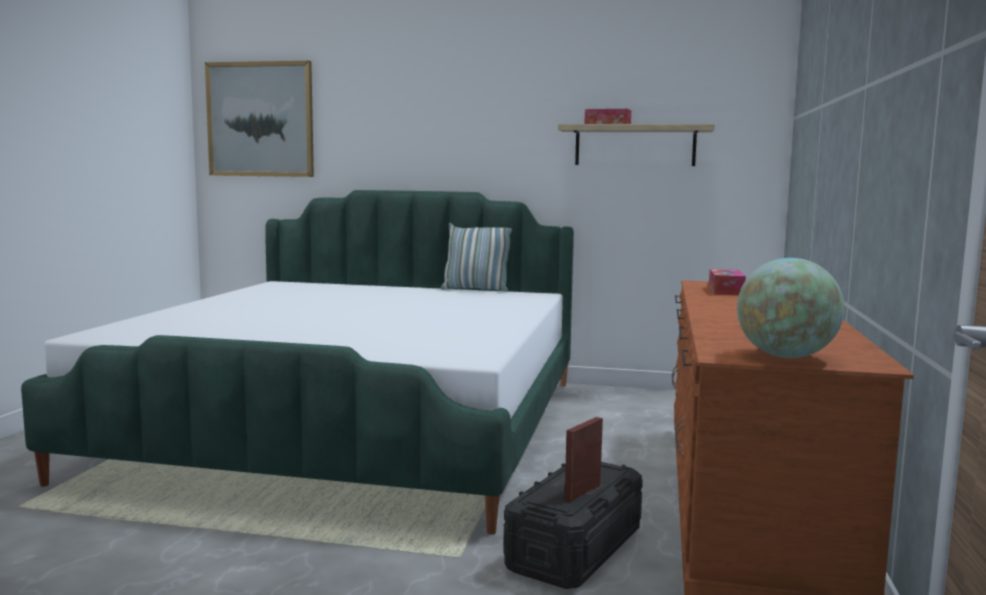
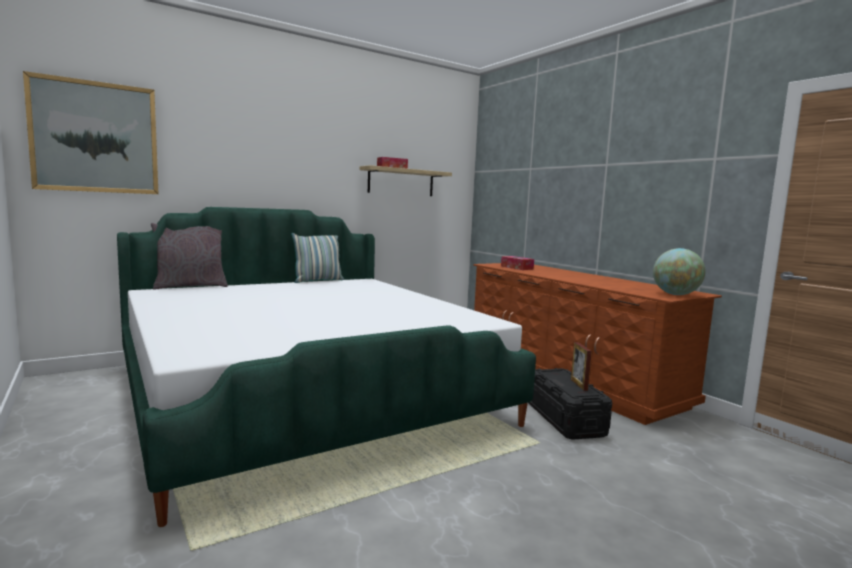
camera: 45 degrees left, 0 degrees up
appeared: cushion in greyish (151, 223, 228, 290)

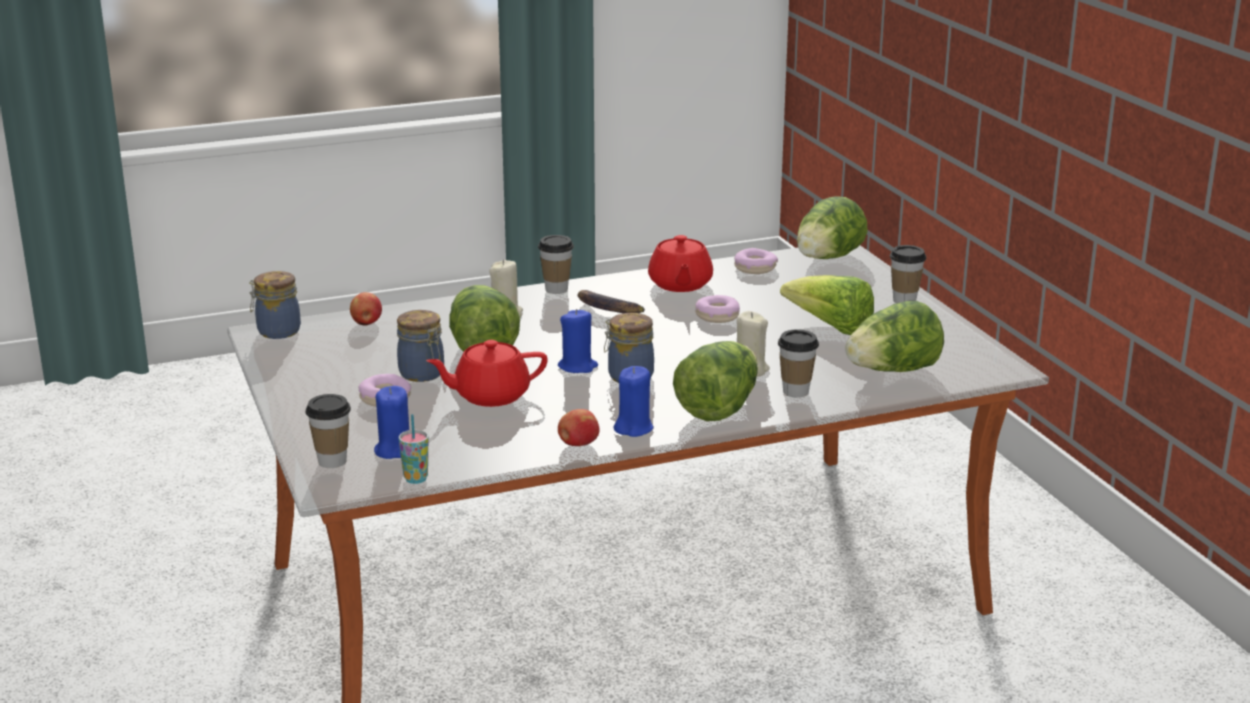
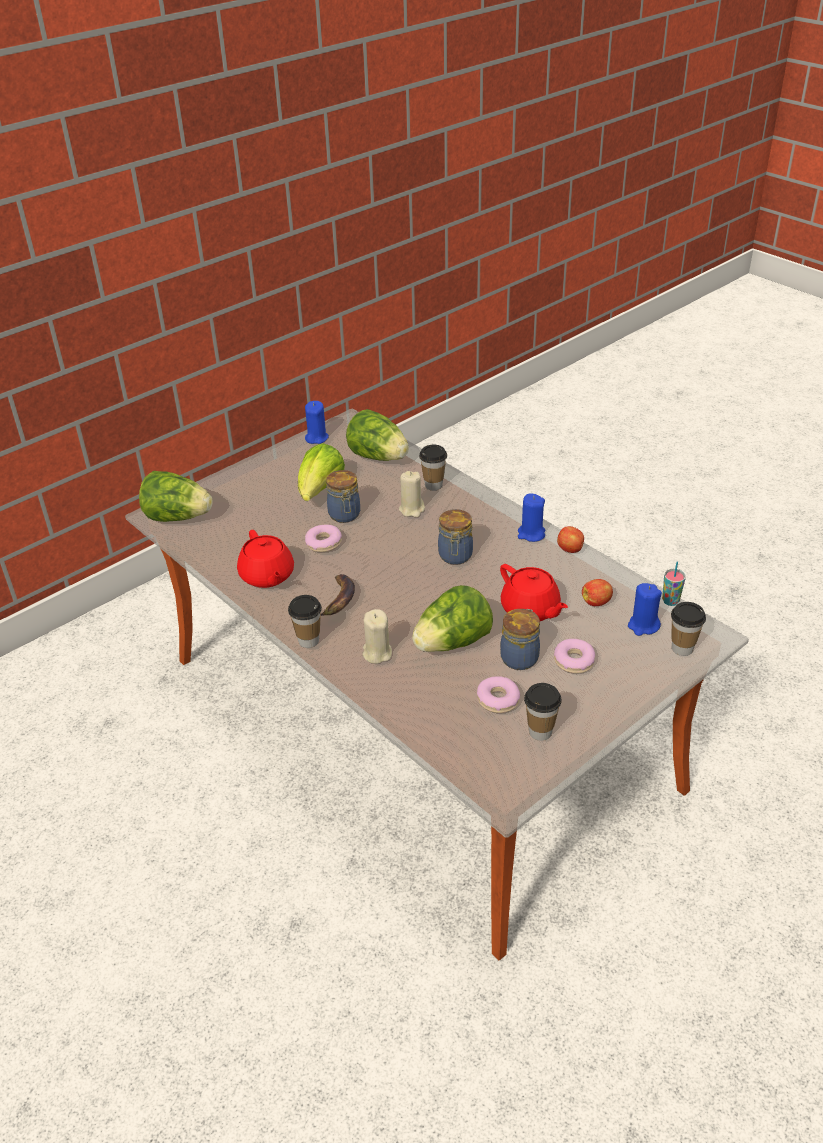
camera: 110 degrees left, 15 degrees up
missing: lettuce head (673, 341, 758, 421)
relocated: small cup (890, 245, 926, 303) to (524, 683, 562, 741); ring doughnut (734, 248, 778, 274) to (477, 676, 520, 713); storage jar (249, 271, 301, 339) to (326, 470, 360, 523); apple fruit (350, 292, 382, 325) to (582, 579, 613, 606); candle in blue-coloured (558, 309, 598, 373) to (305, 401, 329, 444)
spun: teapot in red-coloured (648, 235, 713, 292) = (237, 530, 294, 588) 90 degrees clockwise

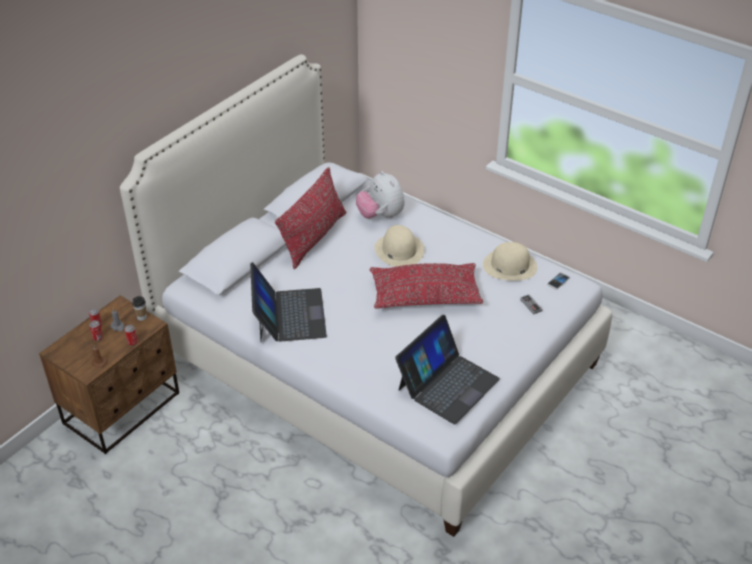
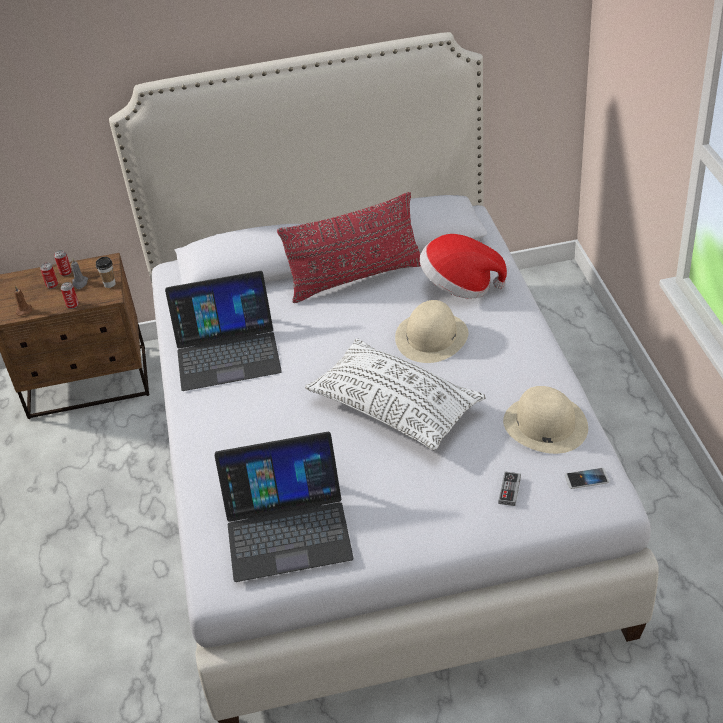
camera: 45 degrees right, 0 degrees up
exchanged: cuddly toy (356, 171, 405, 219) to wearable hat (420, 234, 507, 299)
colour: cushion in red-coloured (370, 263, 483, 309) to cushion in whitish (305, 338, 486, 450)
spun: laptop (250, 262, 327, 343) = (165, 271, 282, 391) 45 degrees clockwise

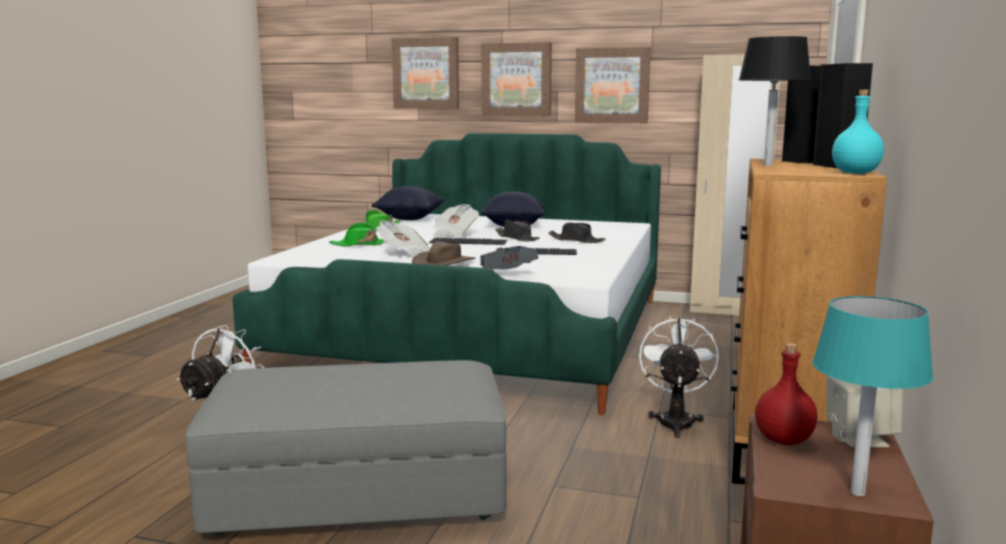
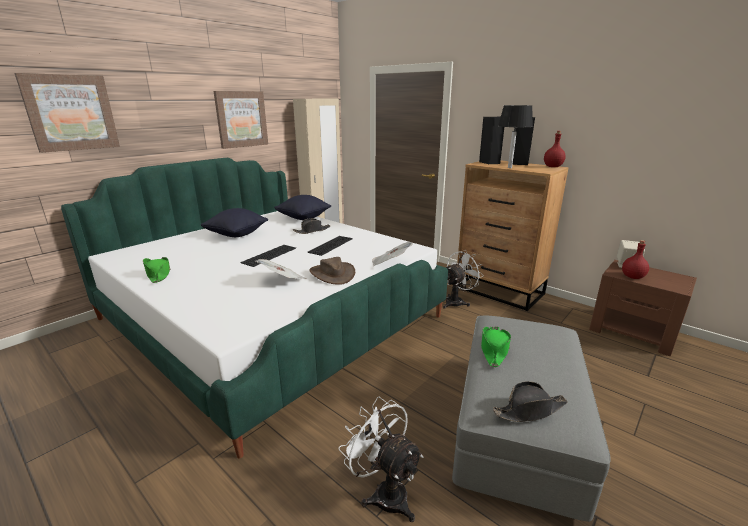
camera: 65 degrees left, 10 degrees up
missing: wall picture (481, 42, 552, 116); newspaper (433, 204, 479, 238); lamp for a table in turquoise (812, 296, 934, 496)
relocated: cushion in black (372, 186, 445, 220) to (274, 195, 331, 220); wearable hat in black (495, 220, 540, 241) to (493, 381, 567, 422); wearable hat in green-coloured (329, 223, 384, 246) to (481, 327, 511, 367)
colour: bottle in turquoise (832, 90, 884, 174) to bottle in red-coloured (544, 131, 566, 167)
spun: fan in whitish (639, 315, 719, 438) = (443, 250, 484, 309) 105 degrees clockwise

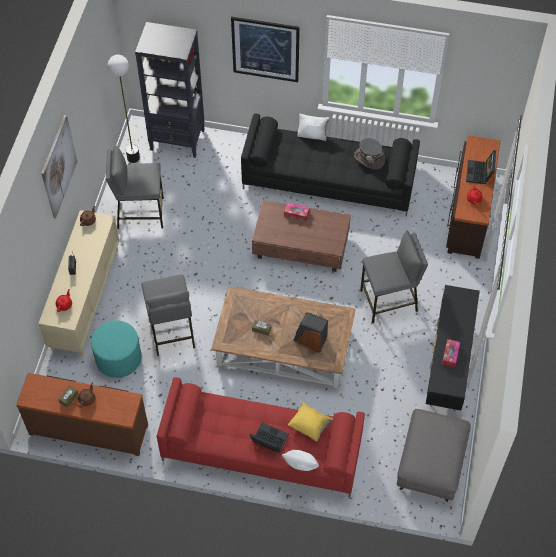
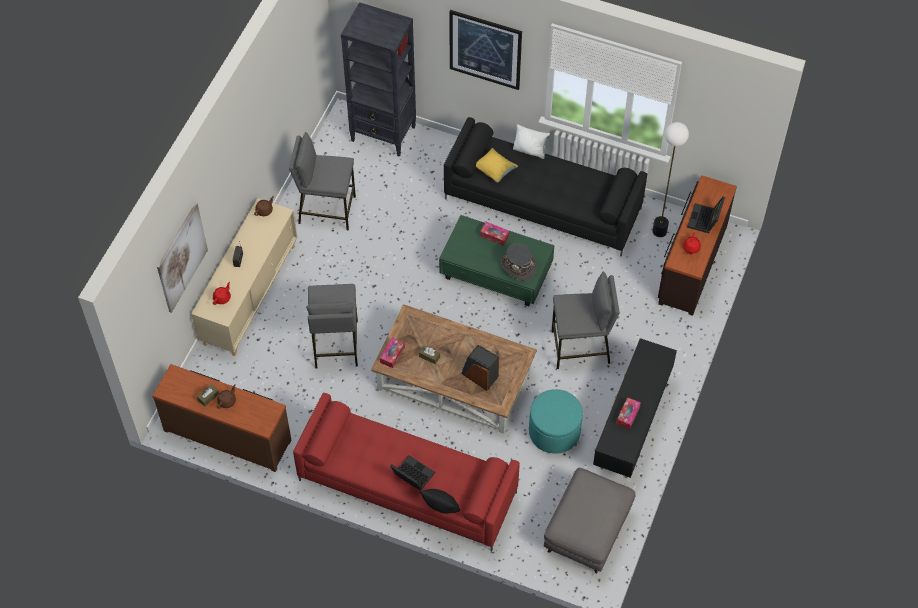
camera: 10 degrees right, 0 degrees up
appeared: box of tissues (380, 337, 405, 368)
relocated: floor lamp (108, 55, 140, 163) to (653, 122, 689, 237); wall picture (41, 115, 77, 218) to (157, 203, 208, 313); wearable hat in greyish (354, 138, 385, 169) to (501, 244, 536, 281); pouffe in turquoise (91, 320, 141, 378) to (529, 389, 583, 454); cushion in yellow (288, 402, 333, 442) to (476, 148, 518, 183)
colour: low table in brownish (252, 200, 351, 272) to low table in green-coloured (439, 215, 554, 306); cushion in whitish (282, 450, 319, 471) to cushion in black (420, 489, 460, 514)

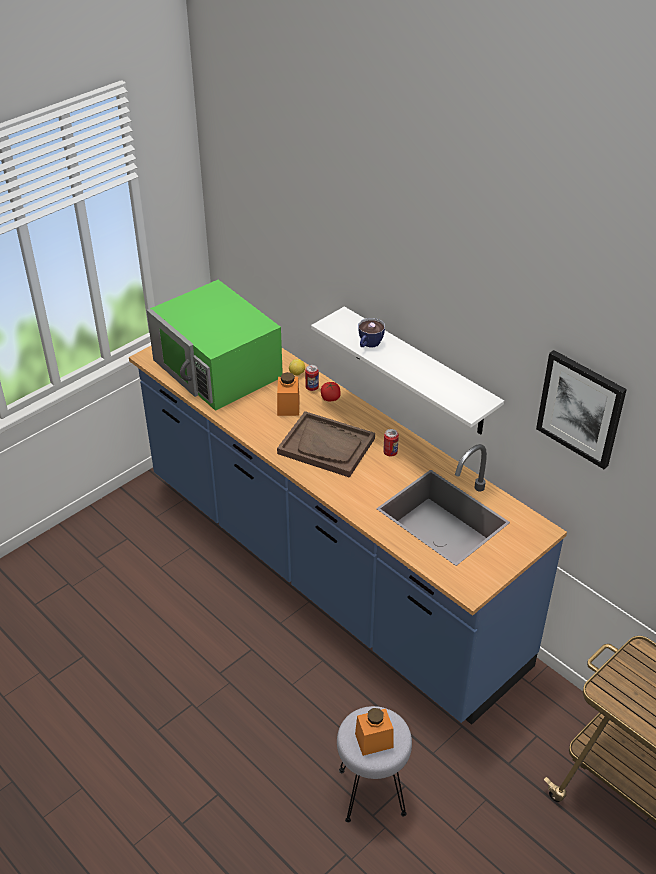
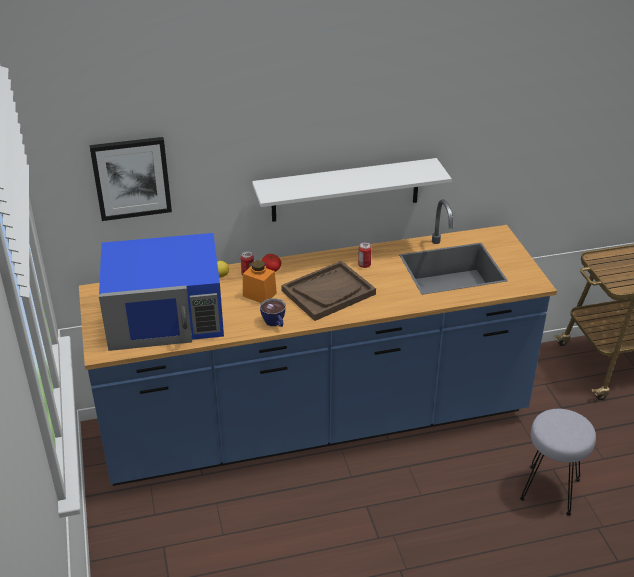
camera: 60 degrees left, 5 degrees down
missing: storage jar in orange (355, 708, 394, 756)
relocated: small cup (358, 318, 385, 347) to (260, 298, 286, 327); wall picture (536, 350, 627, 469) to (90, 137, 172, 221)
colour: kitchen microwave in green-coloured (147, 280, 283, 411) to kitchen microwave in blue-coloured (99, 233, 224, 351)

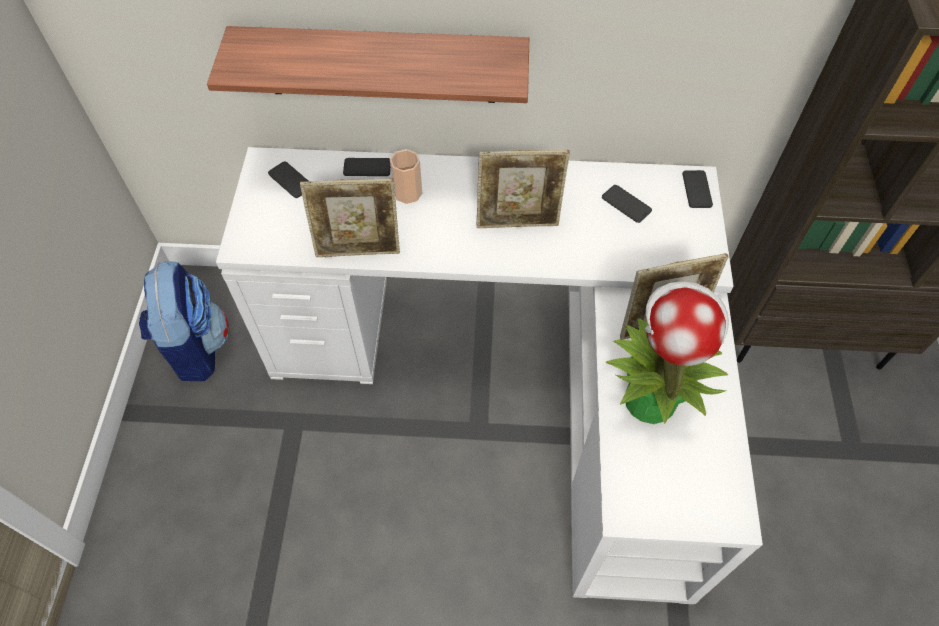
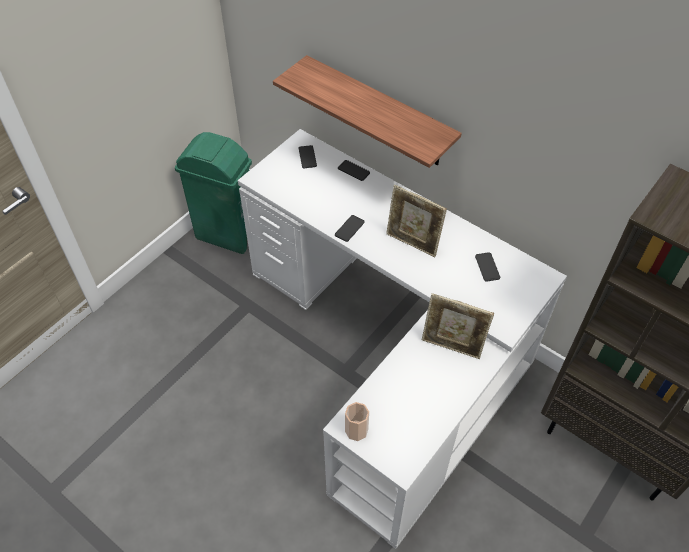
camera: 35 degrees right, 5 degrees down
missing: standing frame (300, 178, 400, 257); potted plant (606, 281, 729, 424)
relocated: small cup (390, 149, 422, 204) to (345, 402, 369, 441); telephone (682, 170, 713, 208) to (335, 215, 365, 242)
exchanged: knapsack (139, 261, 229, 381) to waste bin in green-coloured (175, 132, 252, 254)

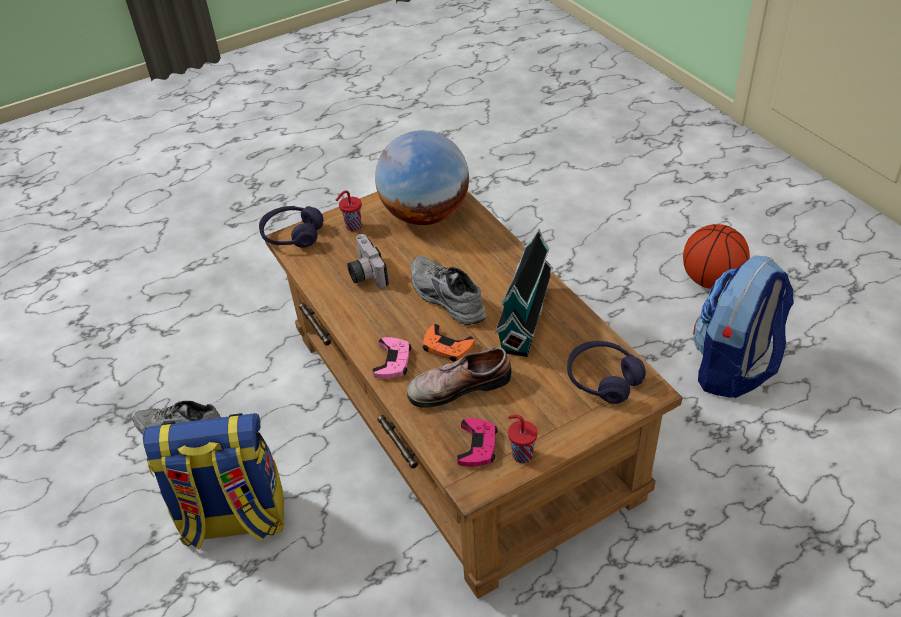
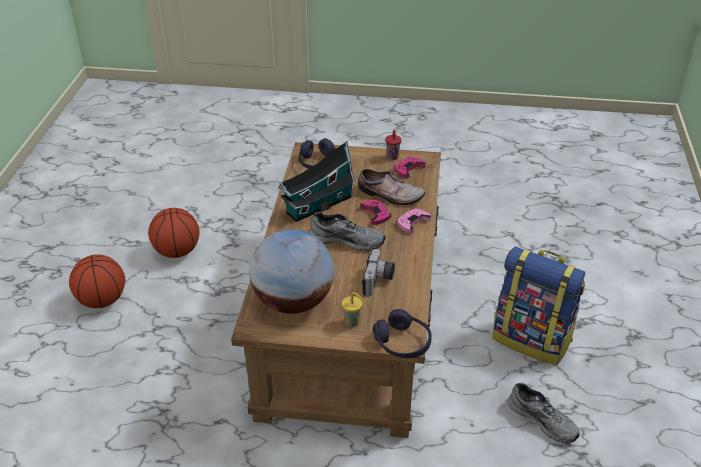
camera: 145 degrees left, 5 degrees down
exchanged: knapsack (693, 255, 794, 398) to basketball ball (148, 208, 199, 258)
colour: small cup in red-coloured (336, 190, 362, 231) to small cup in yellow (342, 292, 364, 327); gamepad in orange (422, 324, 474, 361) to gamepad in pink (360, 200, 391, 225)
spun: shoe in greyish (411, 256, 486, 325) = (309, 212, 386, 251) 75 degrees counterclockwise

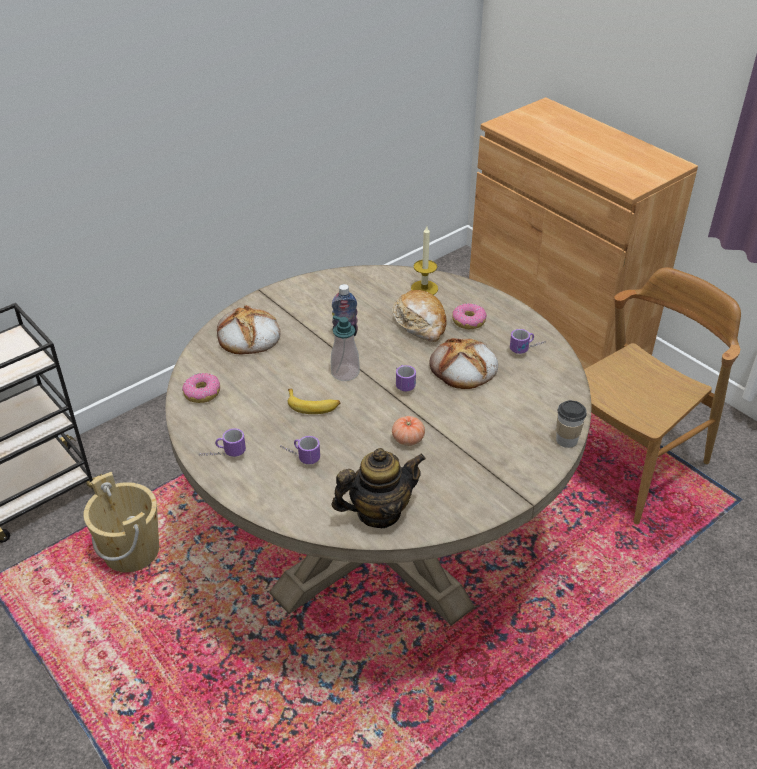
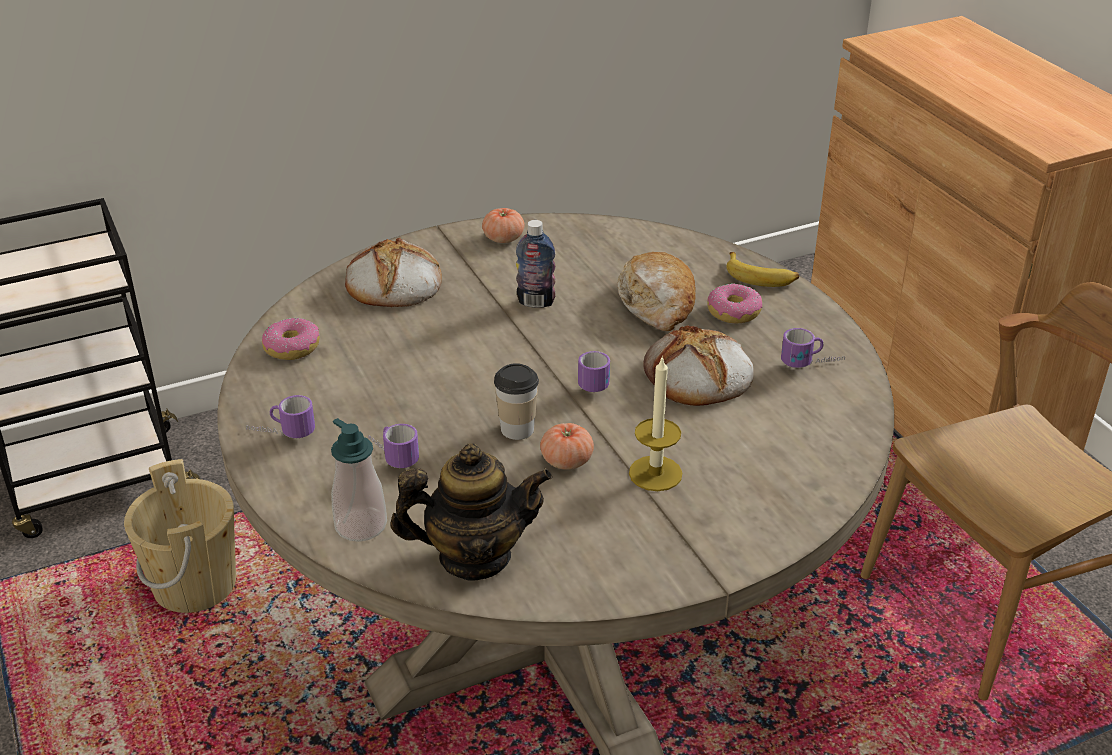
camera: 15 degrees right, 5 degrees down
appeared: whole tomato (482, 208, 524, 243)
relocated: candle (411, 226, 438, 295) to (629, 356, 682, 491); liquid soap bottle (331, 316, 360, 381) to (331, 418, 387, 542); whole banana (288, 389, 340, 414) to (726, 252, 799, 287); small cup (556, 400, 587, 448) to (494, 363, 539, 440)

